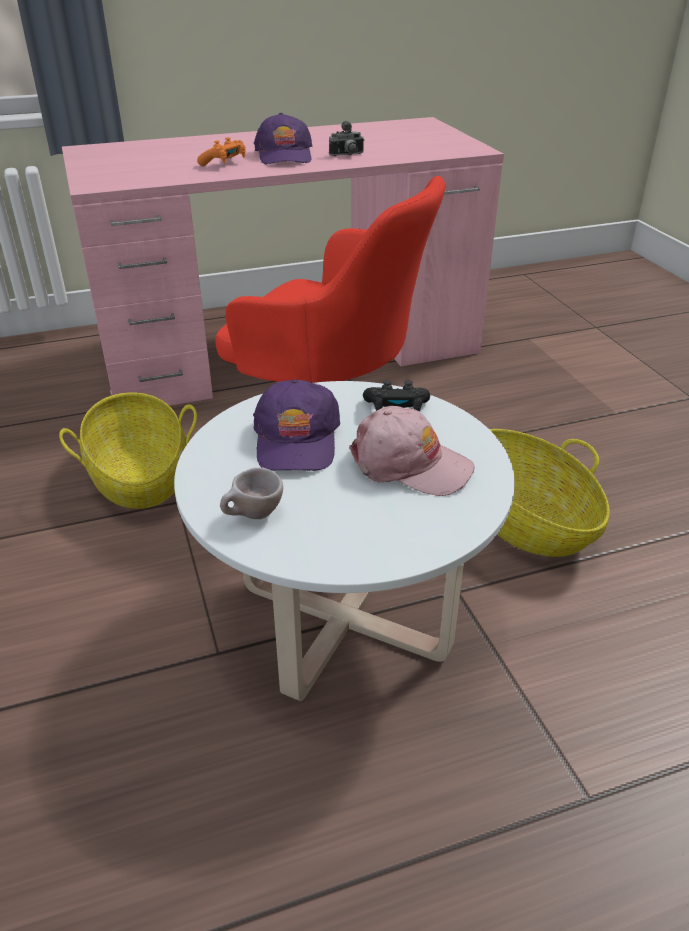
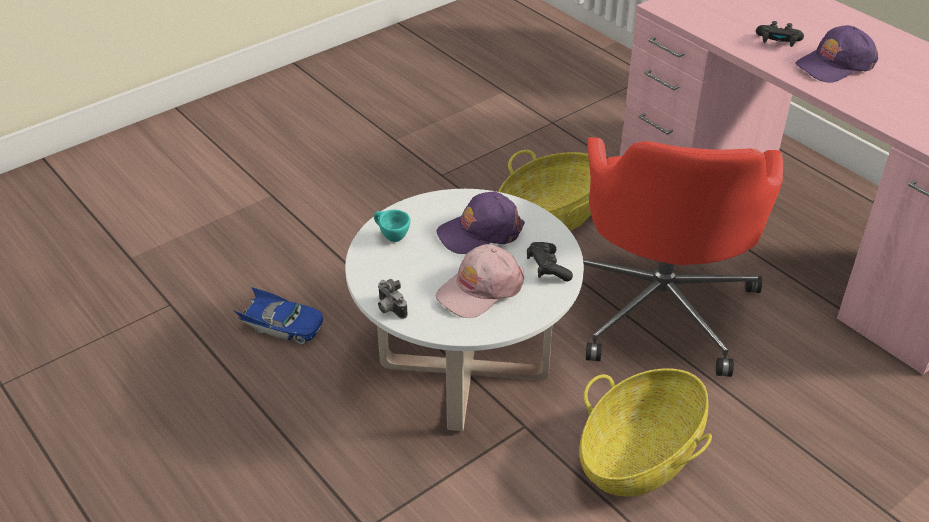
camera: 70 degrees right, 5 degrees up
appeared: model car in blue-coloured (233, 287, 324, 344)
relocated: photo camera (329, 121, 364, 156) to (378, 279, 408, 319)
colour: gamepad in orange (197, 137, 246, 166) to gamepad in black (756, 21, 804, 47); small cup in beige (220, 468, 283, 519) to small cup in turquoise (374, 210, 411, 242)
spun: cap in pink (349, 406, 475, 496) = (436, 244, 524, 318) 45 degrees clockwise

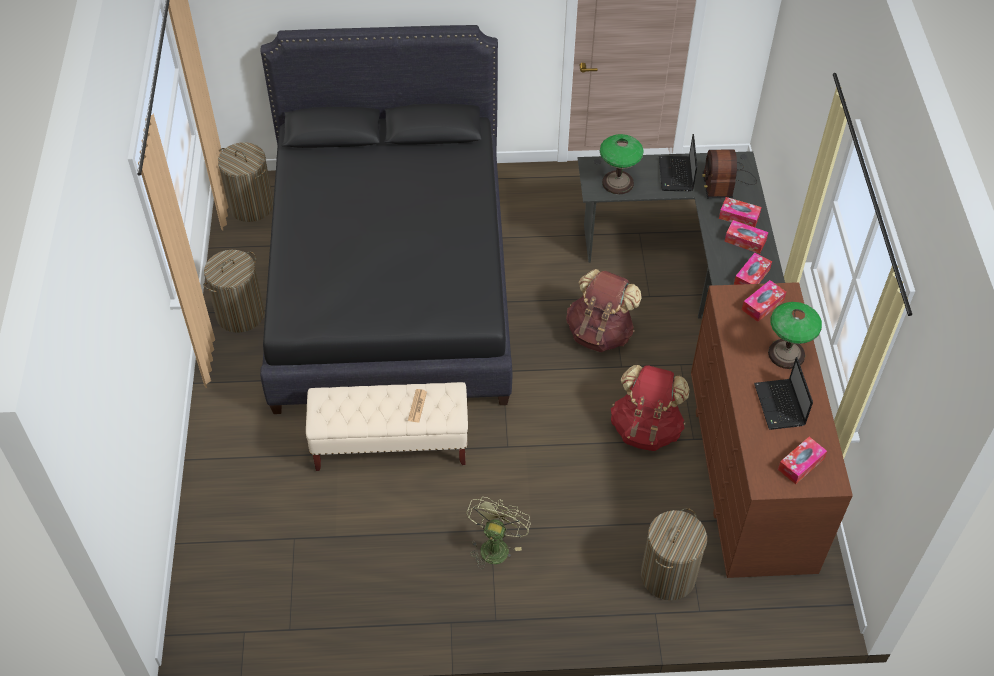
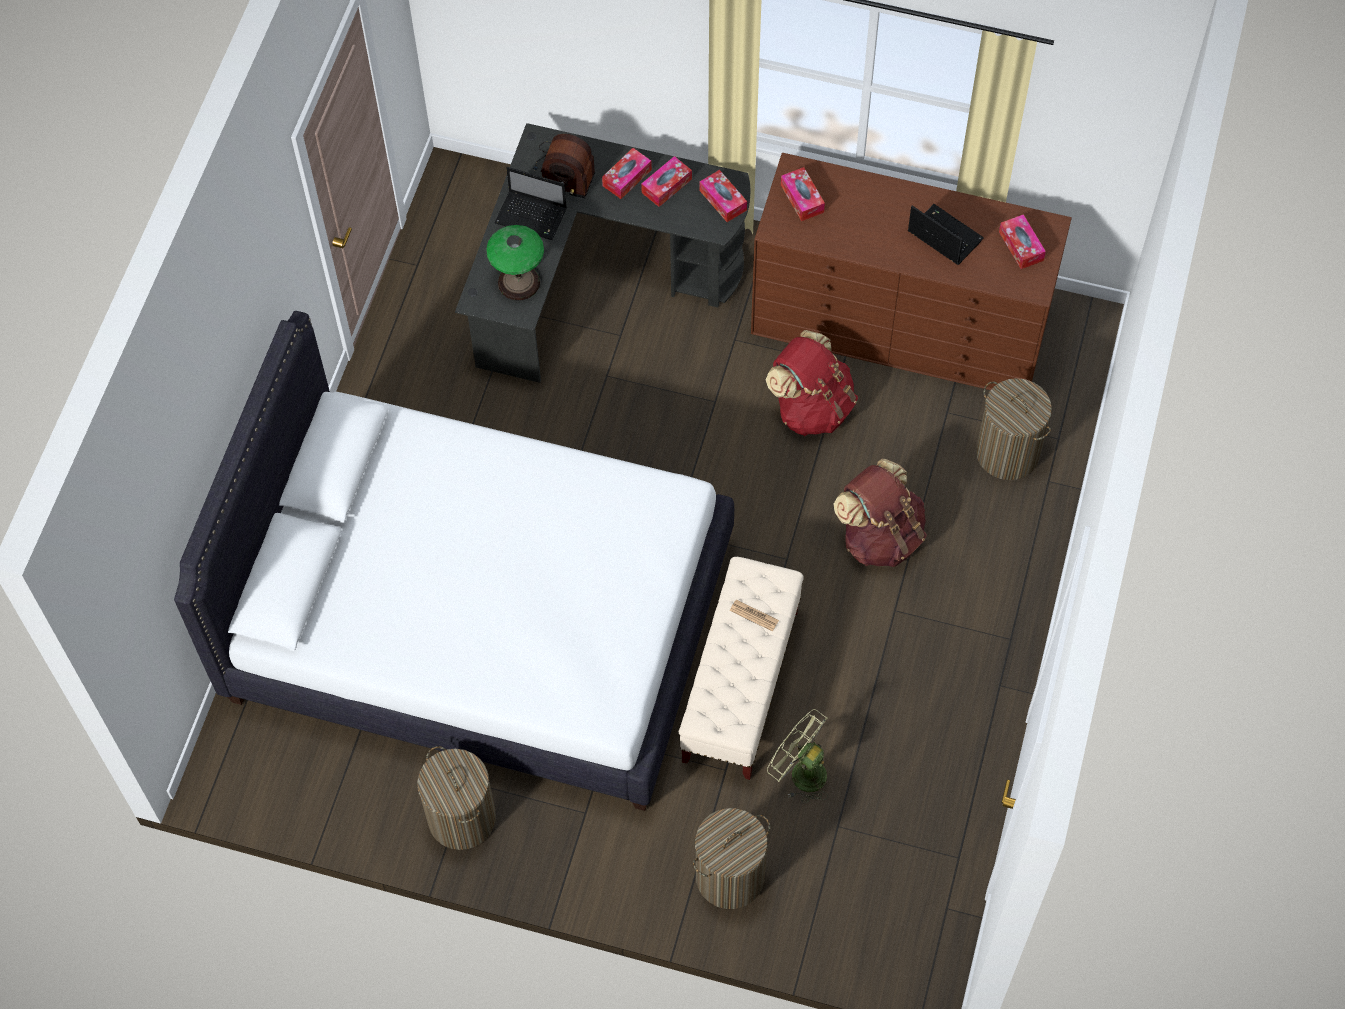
camera: 70 degrees left, 10 degrees up
missing: lamp for a table (768, 302, 822, 369)
relocated: hamper (218, 142, 273, 222) to (693, 808, 770, 909); knapsack in brownish (566, 269, 642, 352) to (834, 459, 927, 567); fan in green-coloured (466, 497, 530, 569) to (767, 709, 828, 804)
colour: bed in black (260, 25, 512, 414) to bed in whitish (174, 311, 734, 811)
spun: laptop (754, 357, 813, 430) = (908, 204, 984, 265) 150 degrees counterclockwise

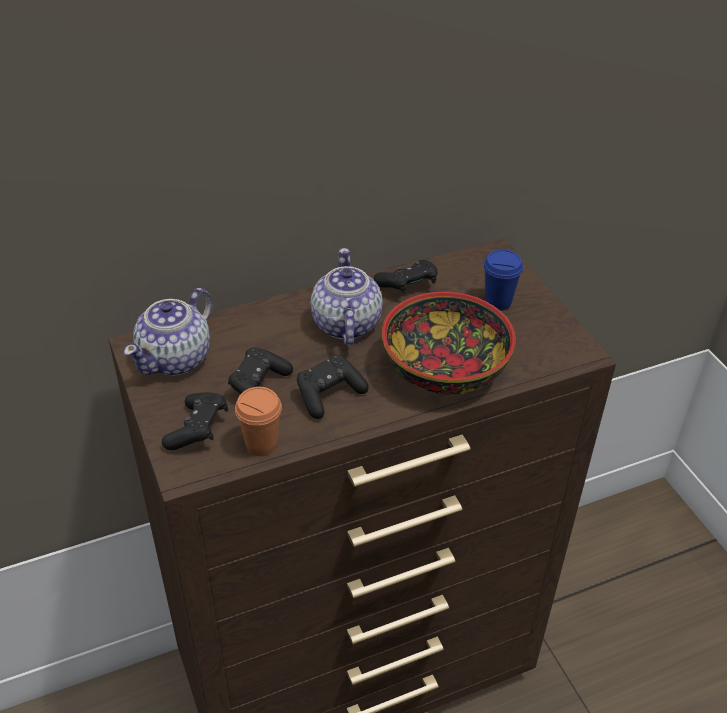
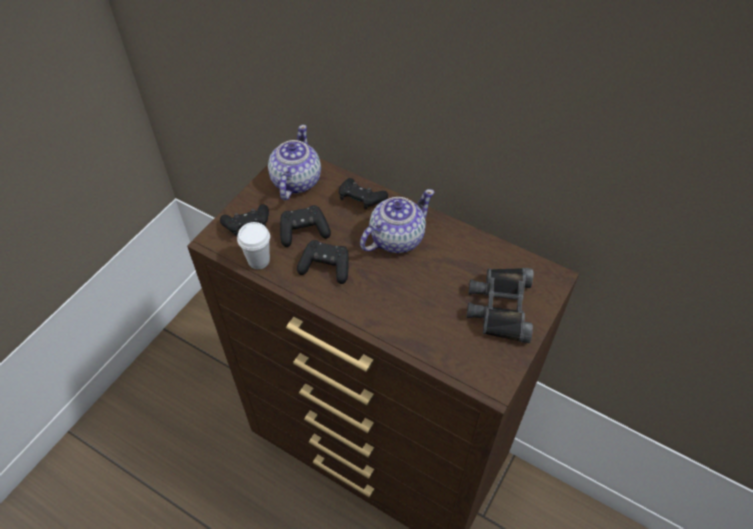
camera: 55 degrees right, 10 degrees up
missing: bowl (382, 292, 515, 395)
relocated: gamepad in black (374, 260, 437, 293) to (339, 178, 388, 210)
exchanged: small cup in blue-coloured (484, 249, 523, 311) to pair of binoculars in black (467, 268, 533, 343)
colour: small cup in orange (235, 387, 282, 456) to small cup in whitish (237, 222, 270, 269)
spun: teapot (124, 288, 212, 376) = (268, 125, 321, 200) 105 degrees clockwise

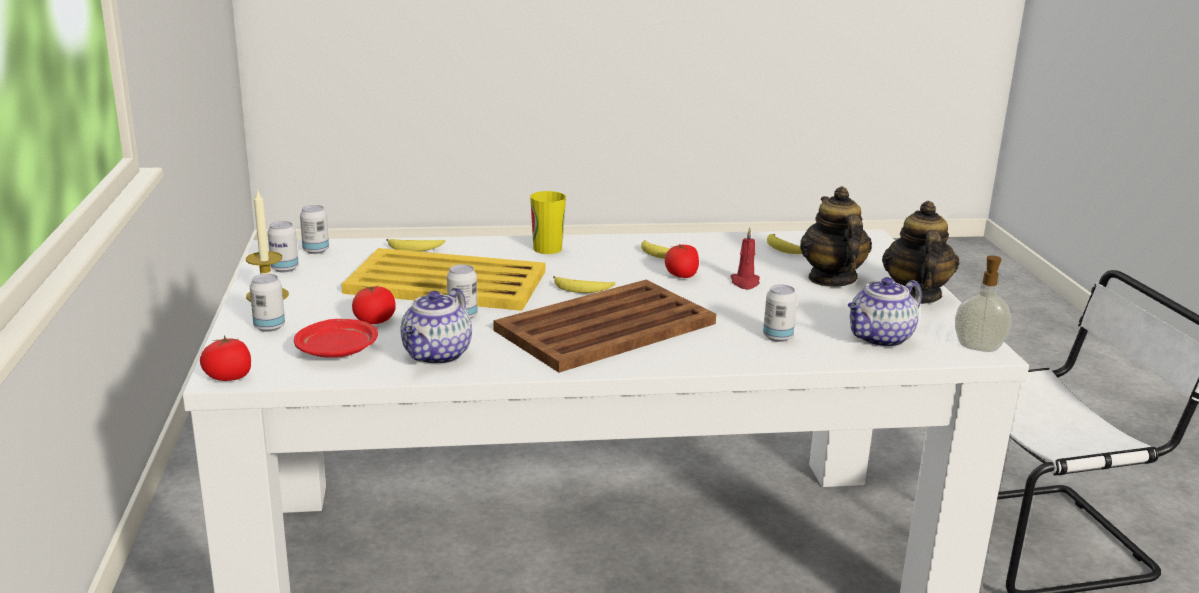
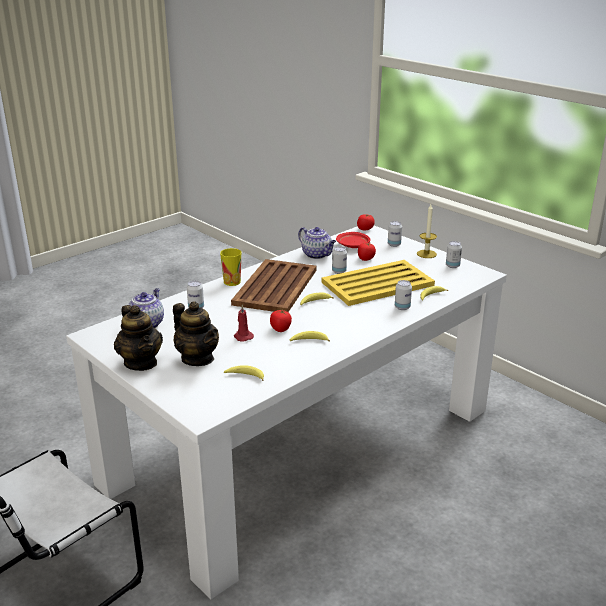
camera: 145 degrees right, 5 degrees up
missing: liquid soap bottle (955, 255, 1012, 352)
relocated: small cup (530, 191, 566, 254) to (220, 248, 242, 286); can (300, 205, 329, 254) to (395, 280, 412, 310)
spun: teapot (400, 288, 472, 365) = (298, 227, 336, 259) 150 degrees clockwise

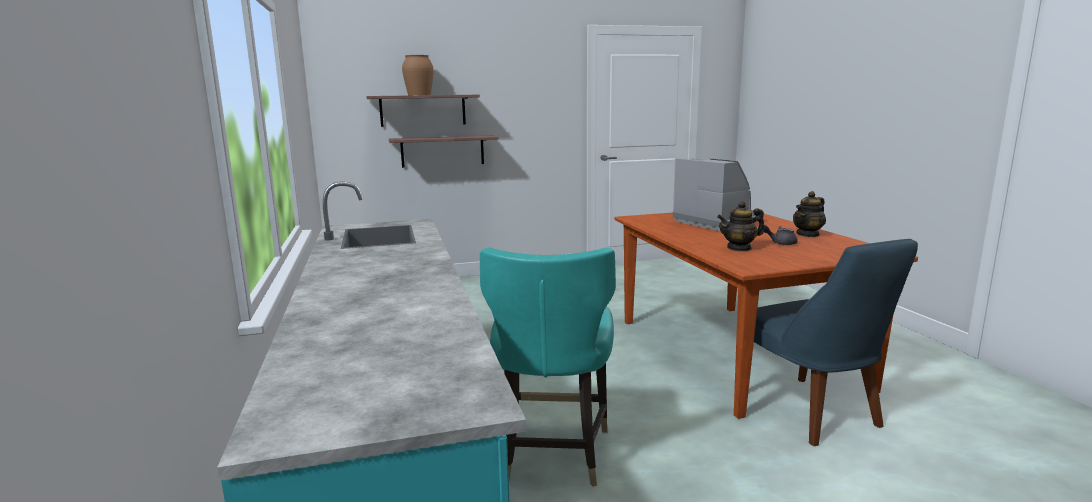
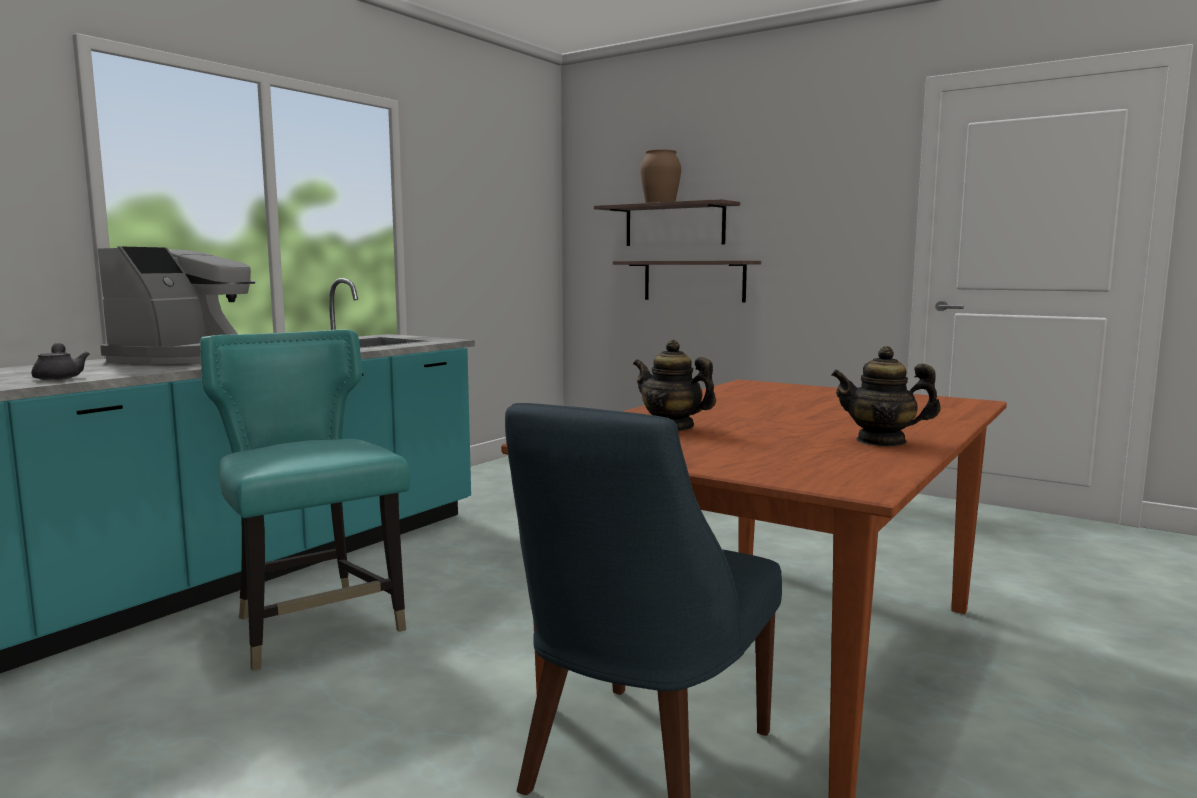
camera: 50 degrees right, 5 degrees down
relocated: coffee machine (673, 158, 756, 231) to (98, 246, 255, 364); teapot in greyish (764, 225, 798, 245) to (31, 343, 90, 380)
spun: chair in turquoise (480, 247, 616, 487) = (200, 330, 410, 671) 90 degrees clockwise

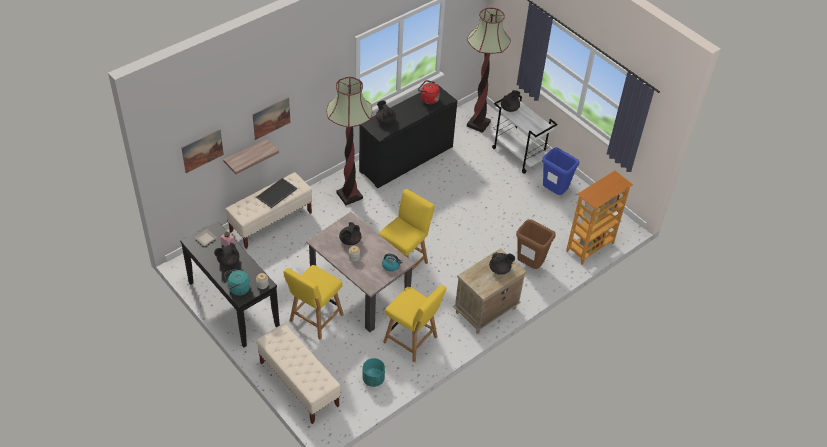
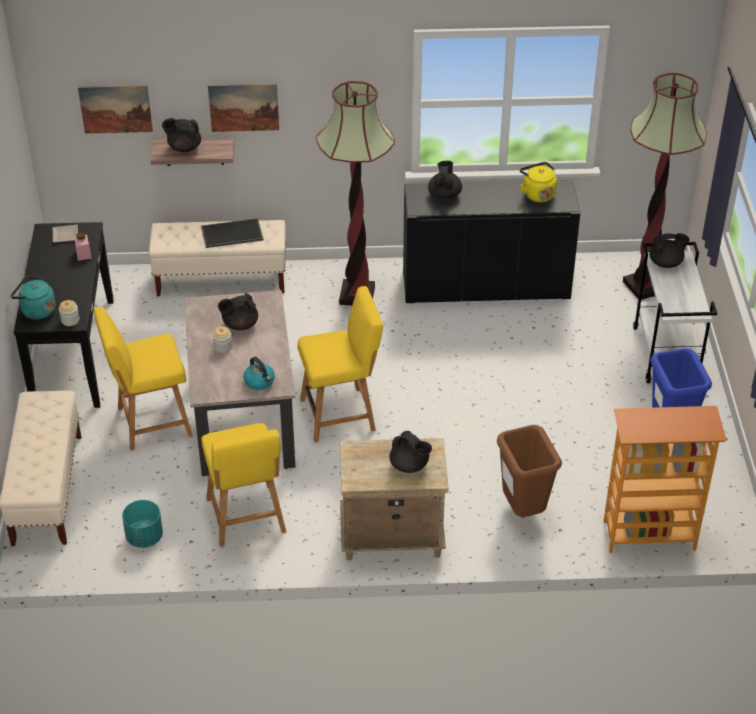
camera: 40 degrees right, 5 degrees down
relocated: teapot in black (214, 243, 239, 266) to (162, 118, 201, 152)
colour: tea kettle in red-coloured (418, 80, 440, 104) to tea kettle in yellow (520, 162, 557, 202)

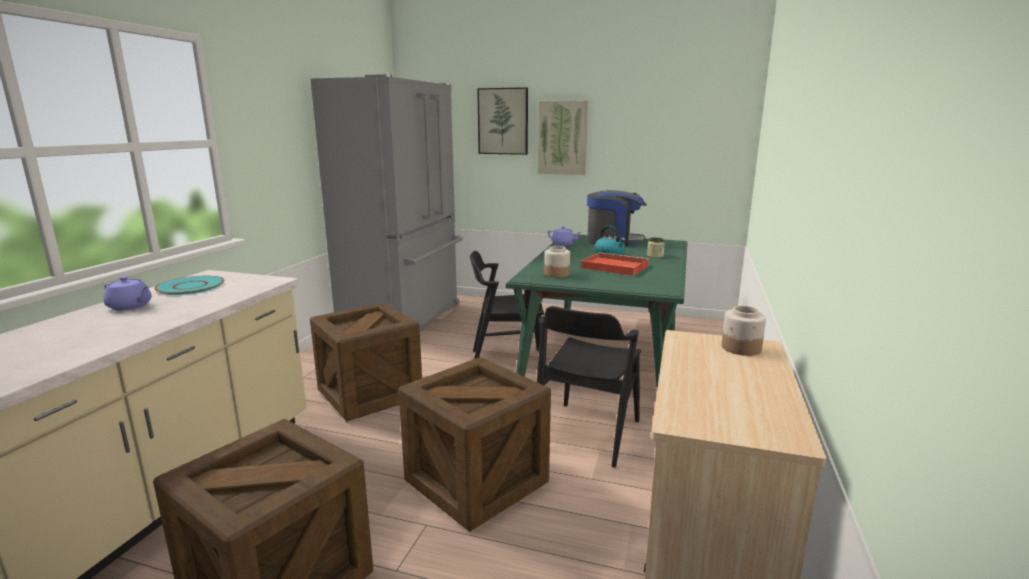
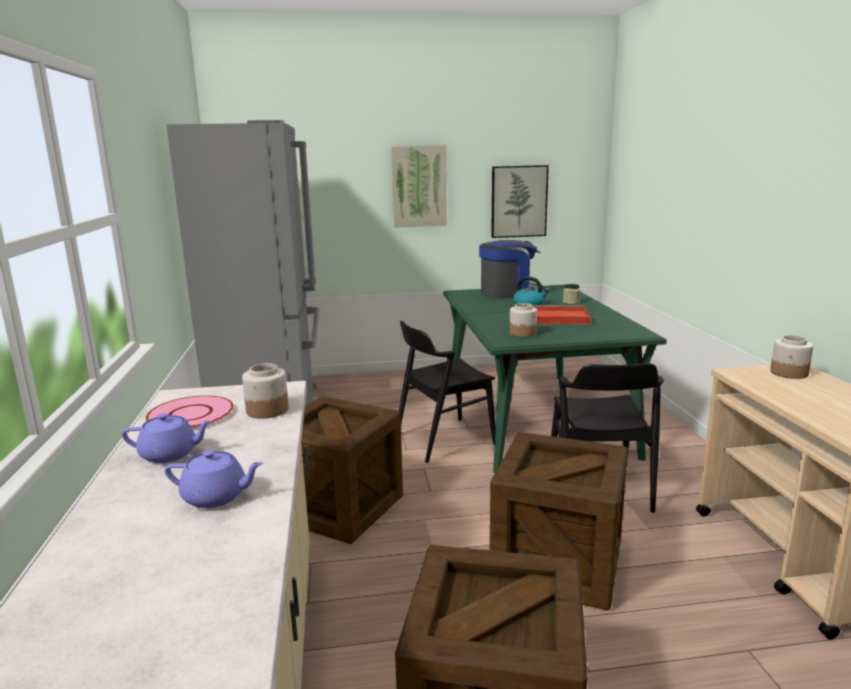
camera: 25 degrees left, 0 degrees up
appeared: storage jar (242, 363, 289, 419)
relocated: wall picture (477, 87, 528, 155) to (491, 165, 549, 238); teapot in purple (548, 226, 582, 246) to (165, 450, 263, 508)
colour: flat dish in turquoise (154, 276, 224, 295) to flat dish in pink (146, 395, 234, 429)

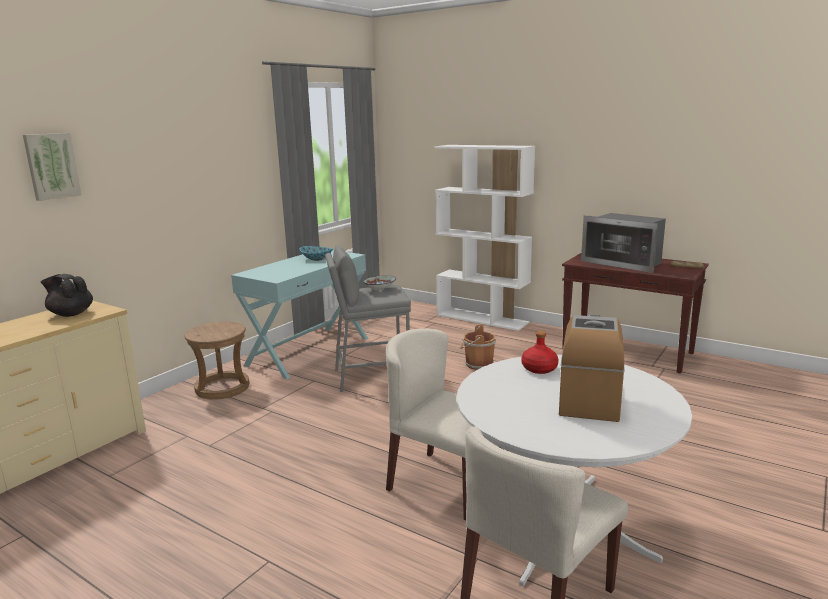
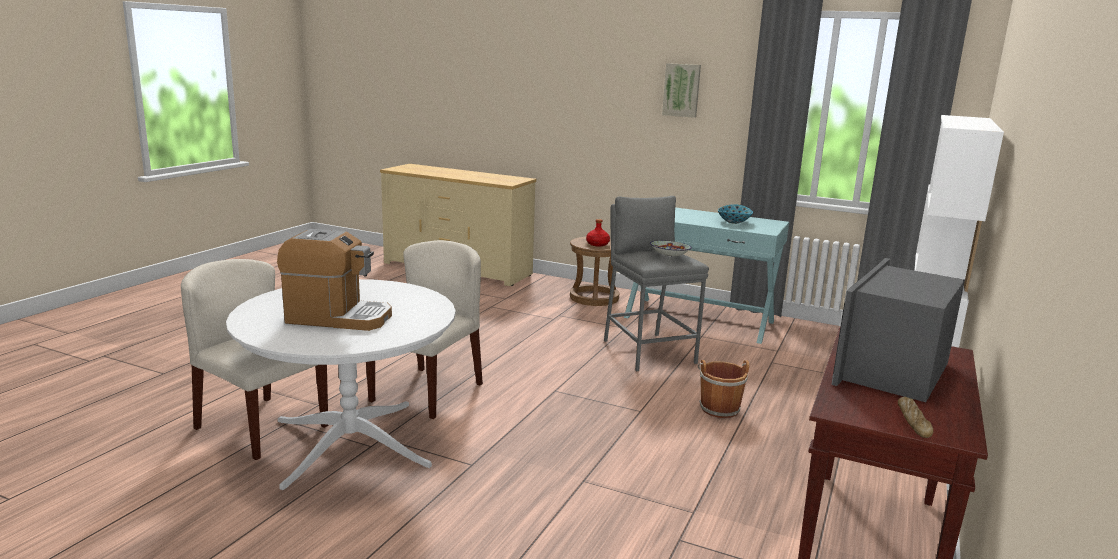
camera: 80 degrees right, 0 degrees up
missing: teapot in black (41, 274, 93, 317)
relocated: wall picture (23, 133, 81, 201) to (662, 63, 701, 118); bottle in red-coloured (521, 331, 559, 374) to (586, 219, 610, 247)

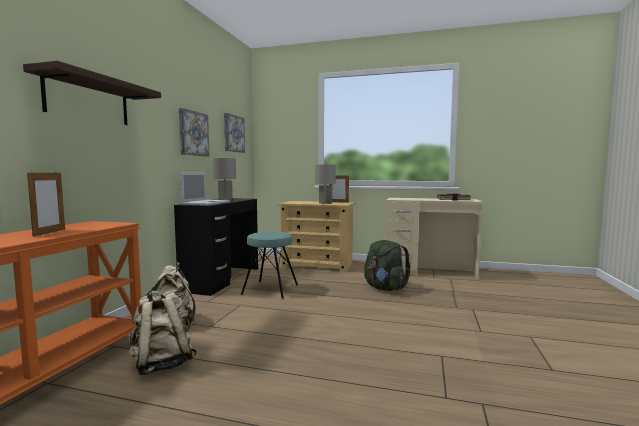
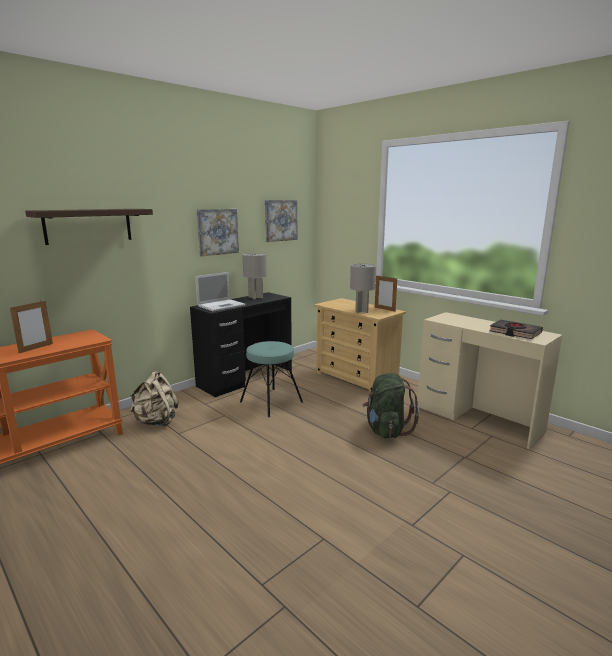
camera: 30 degrees right, 10 degrees up
missing: knapsack in beige (129, 291, 197, 375)

